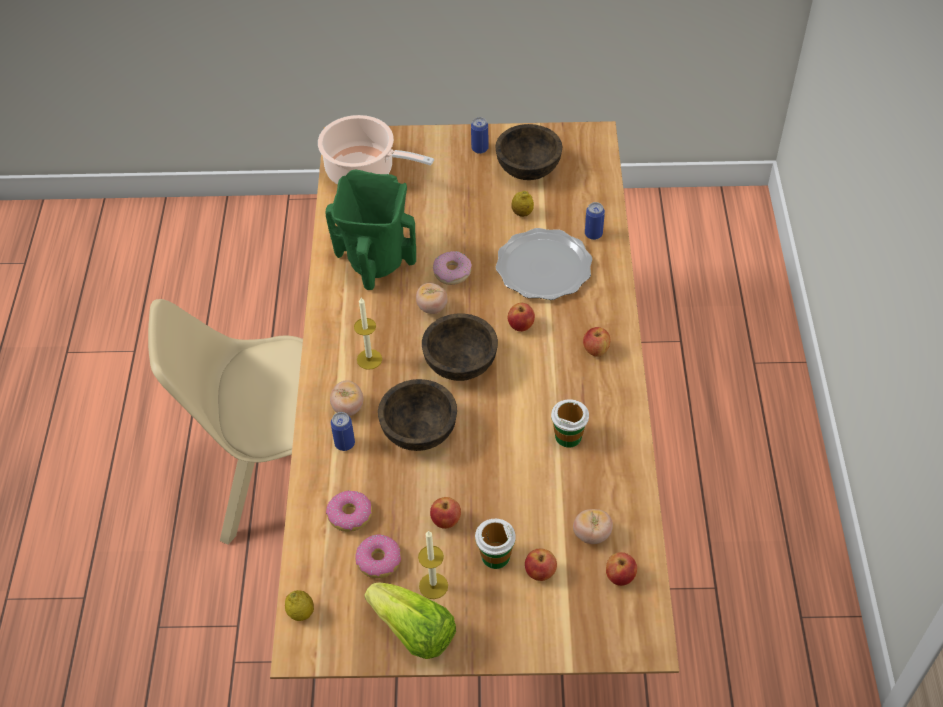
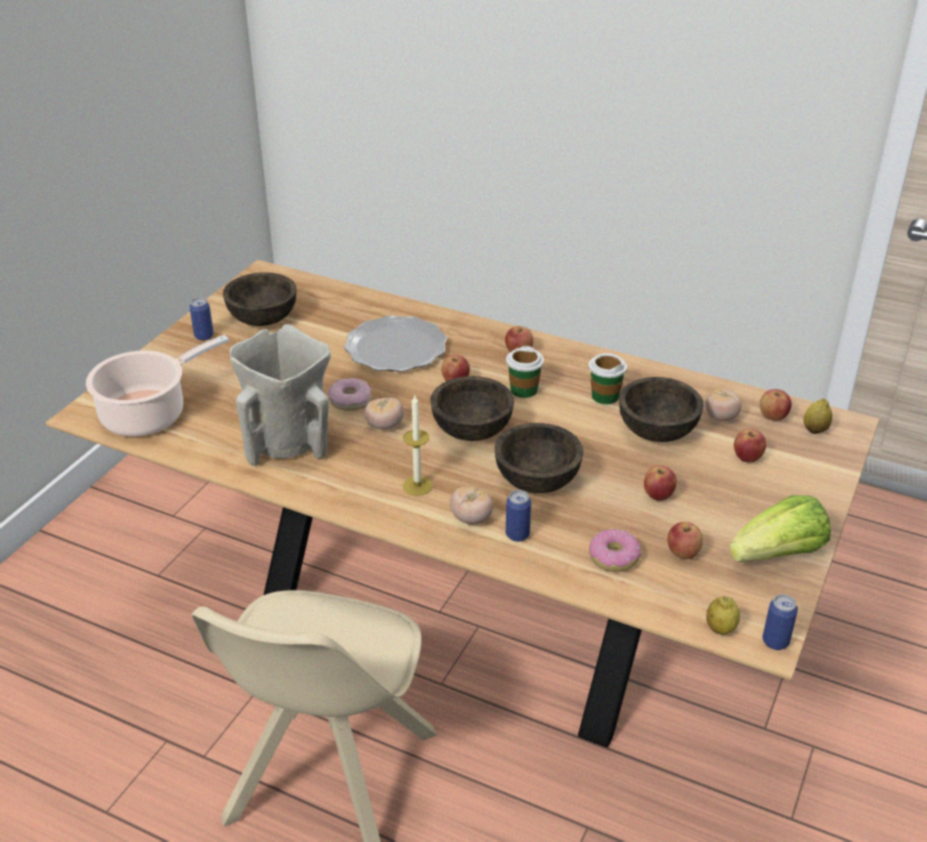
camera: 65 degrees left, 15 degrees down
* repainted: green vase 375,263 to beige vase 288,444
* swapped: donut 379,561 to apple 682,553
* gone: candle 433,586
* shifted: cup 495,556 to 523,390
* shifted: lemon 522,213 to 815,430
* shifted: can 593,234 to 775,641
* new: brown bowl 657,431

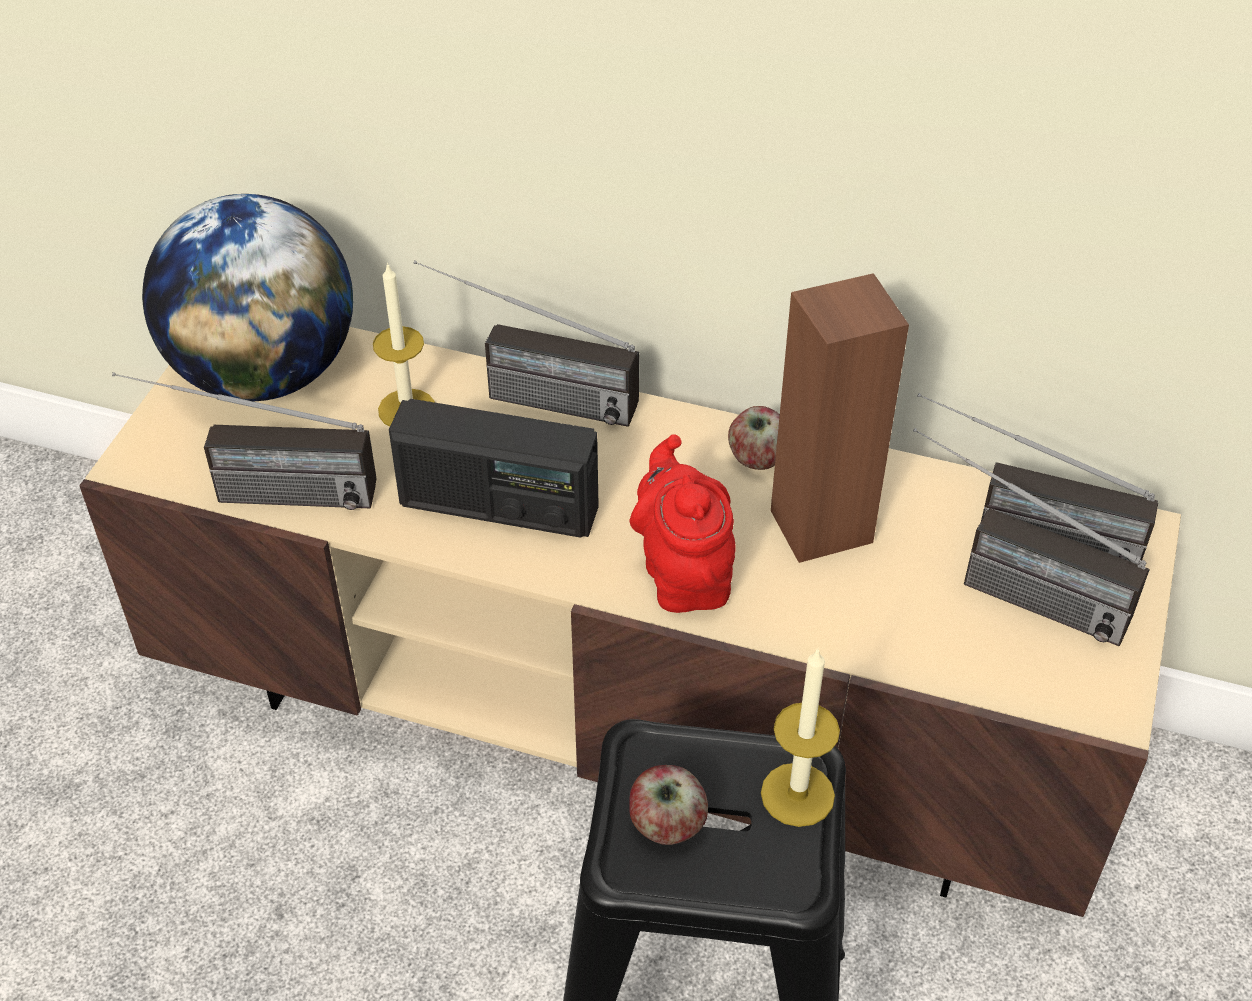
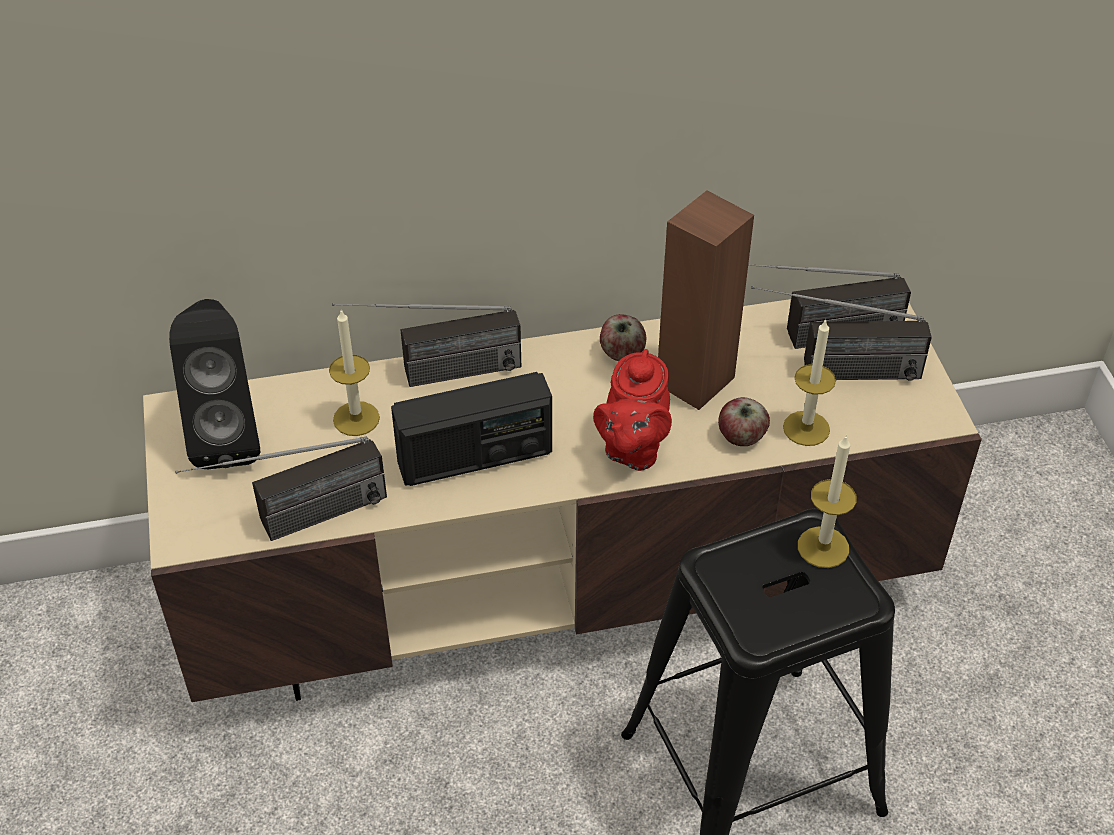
camera: 30 degrees left, 0 degrees up
* swapped: globe 265,373 to black speaker 228,436
* rotated: red teapot 684,573 = 632,448 120 degrees counterclockwise
* shifted: apple 666,825 to 741,437
* new: candle 806,428

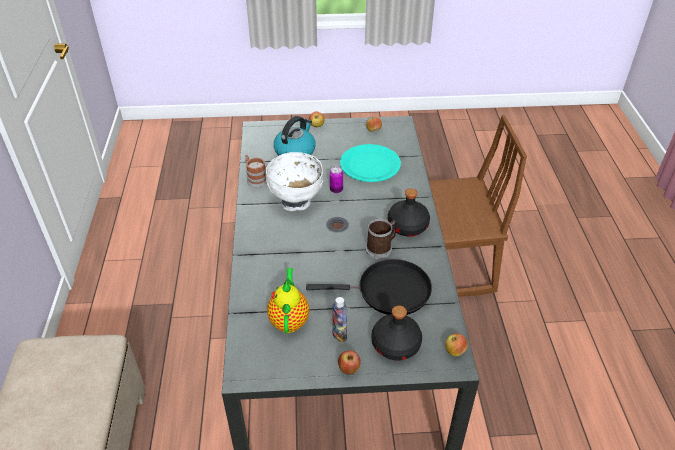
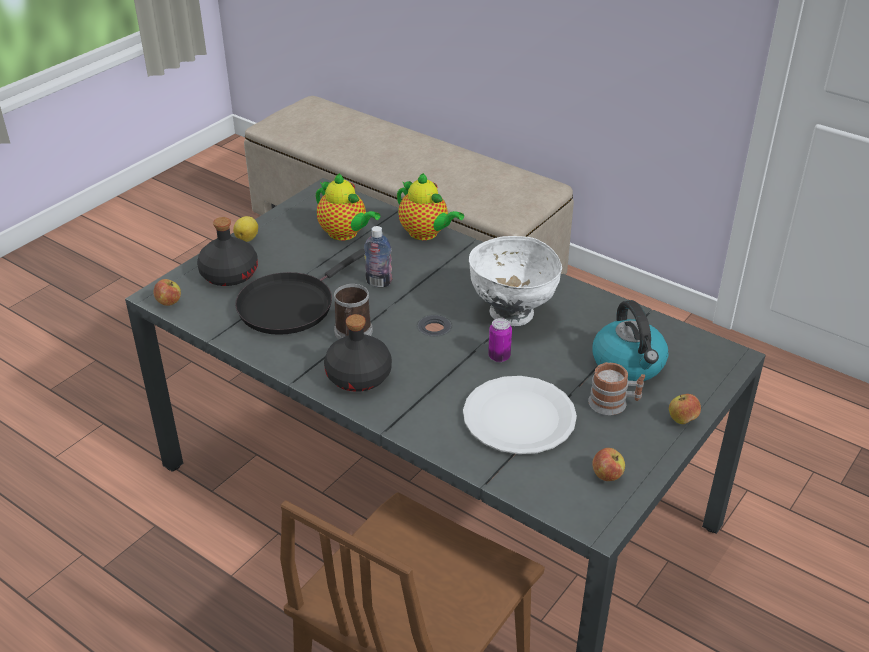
camera: 130 degrees right, 5 degrees down
* shifted: mug 255,179 to 614,403
* shifted: bottle 339,334 to 379,283
* swapped: apple 349,370 to lemon 247,238
* repainted: turquoise plate 370,164 to white plate 519,417
* new: teapot 426,234

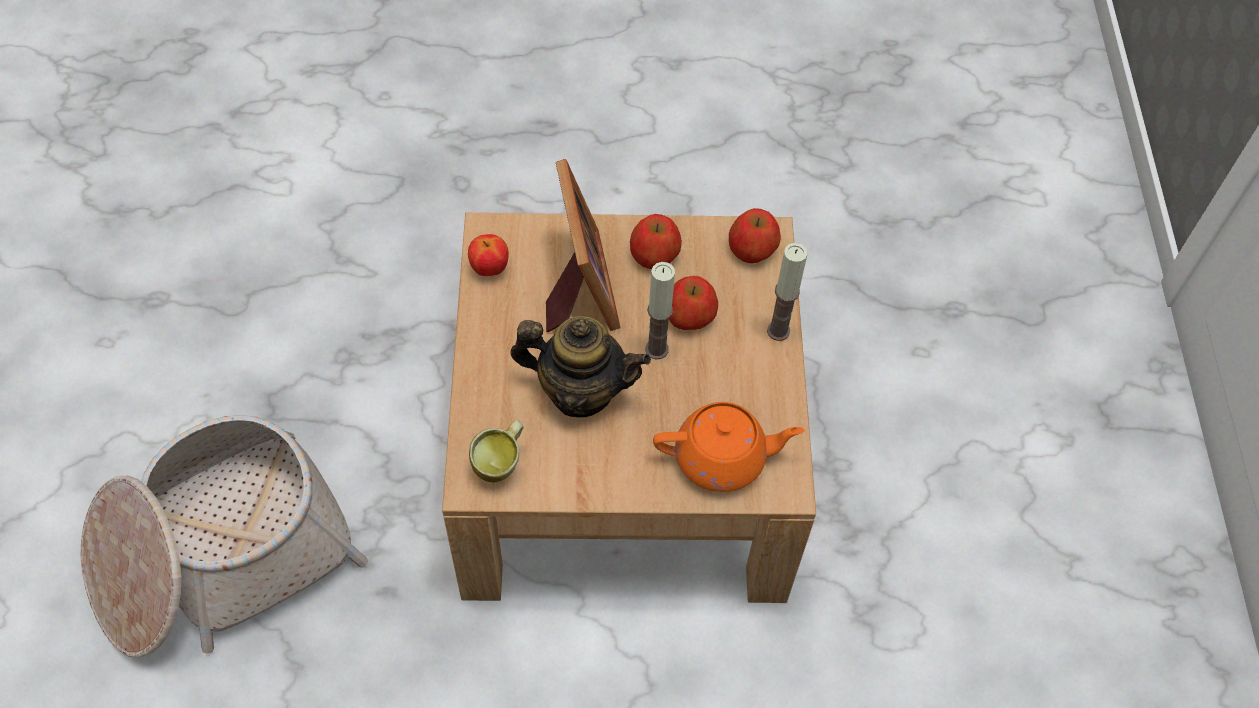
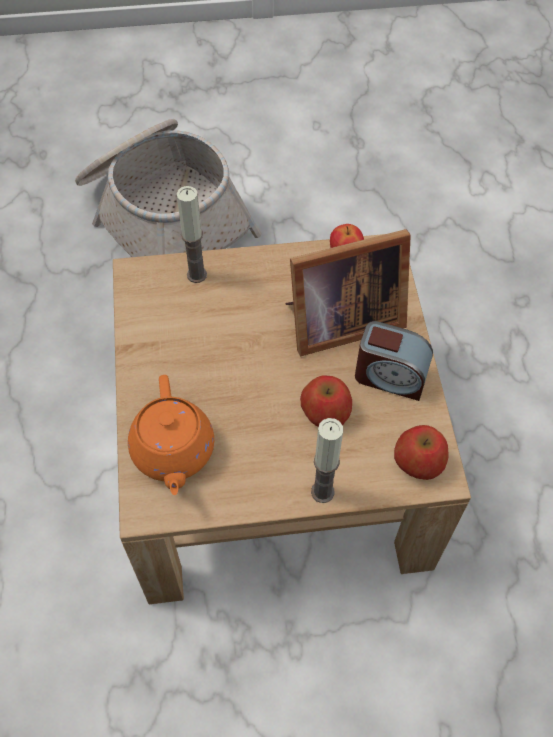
camera: 85 degrees right, 0 degrees up
* gone: mug 500,465
* gone: teapot 580,390
* swapped: apple 654,254 to alarm clock 390,376
* shifted: candle 656,349 to 196,274

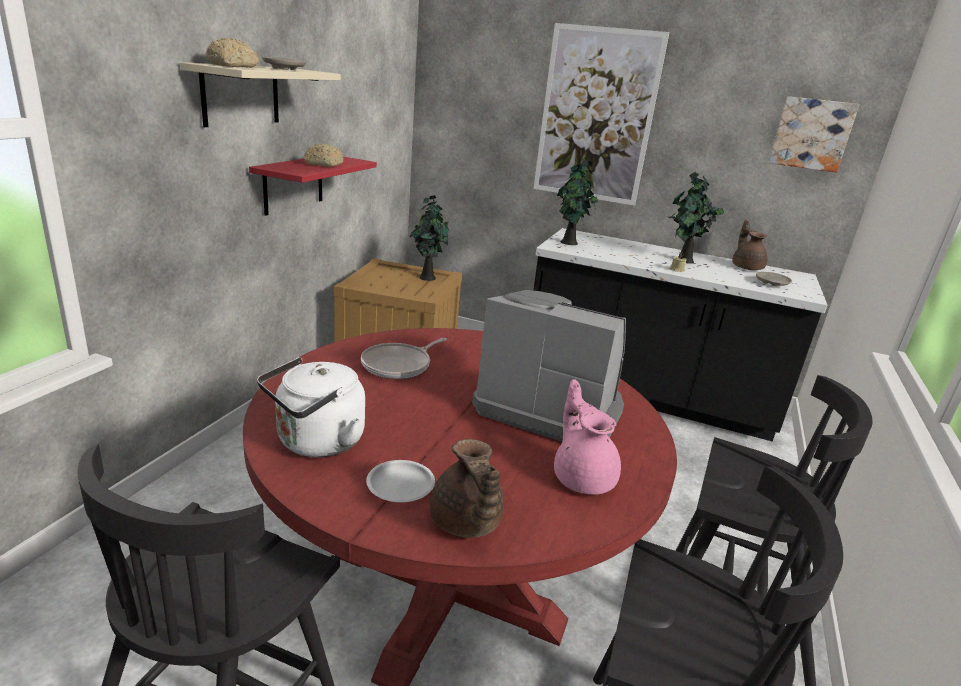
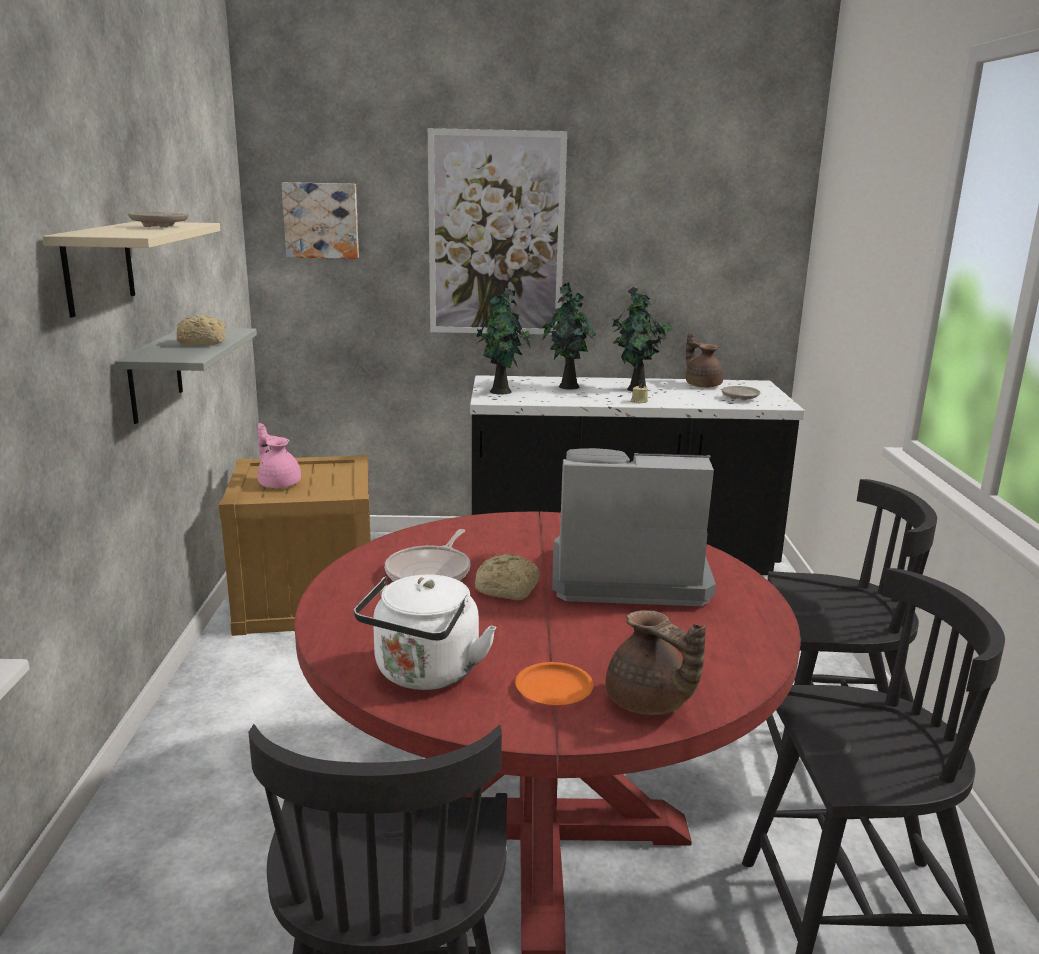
camera: 20 degrees left, 5 degrees down
* shifted: bread 232,66 to 508,589
* repainted: red shelf 293,184 to grey shelf 155,374
* repainted: white plate 400,485 to orange plate 554,689
* shifted: potted plant 426,277 to 567,386
* shifted: pink teapot 582,477 to 279,483
* shifted: picture 811,134 to 321,220

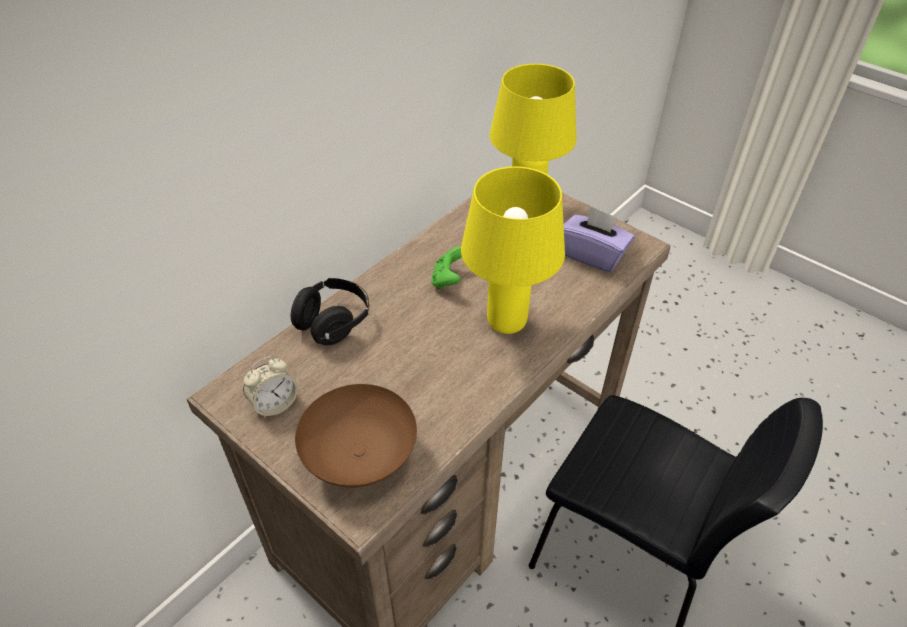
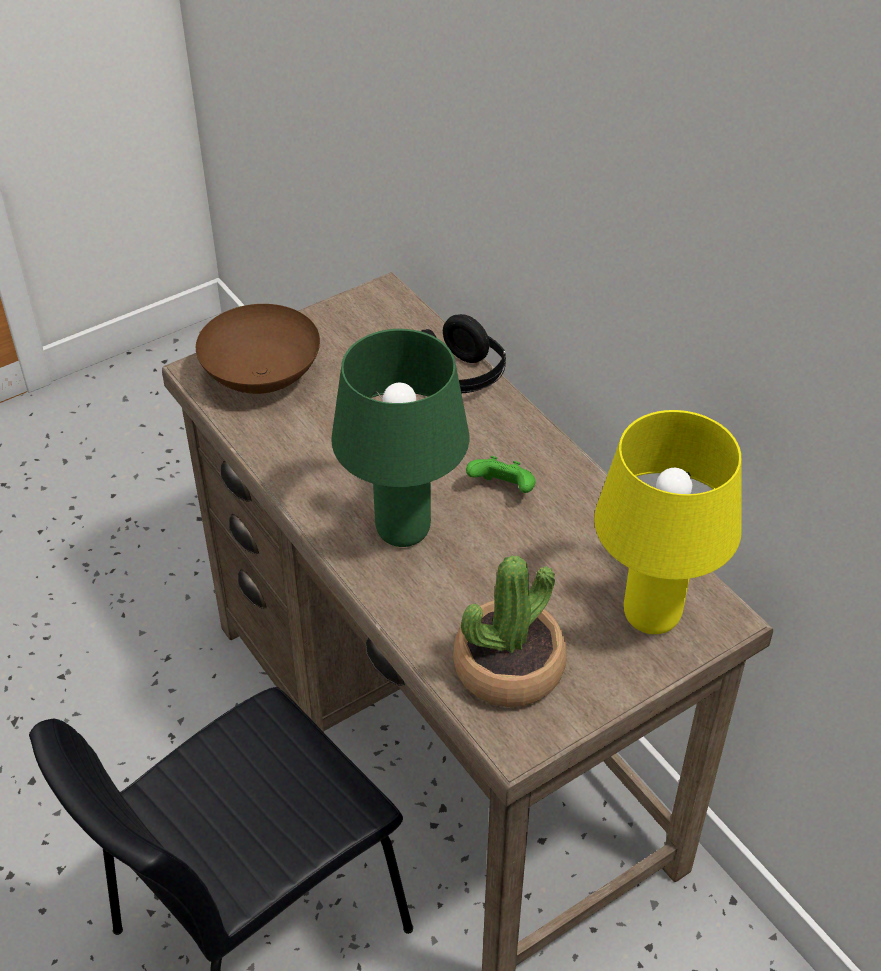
camera: 105 degrees right, 0 degrees up
* gone: alarm clock 274,404
* repainted: yellow table lamp 505,322 to green table lamp 404,530
* swapped: purple tissue box 593,255 to potted plant 508,667

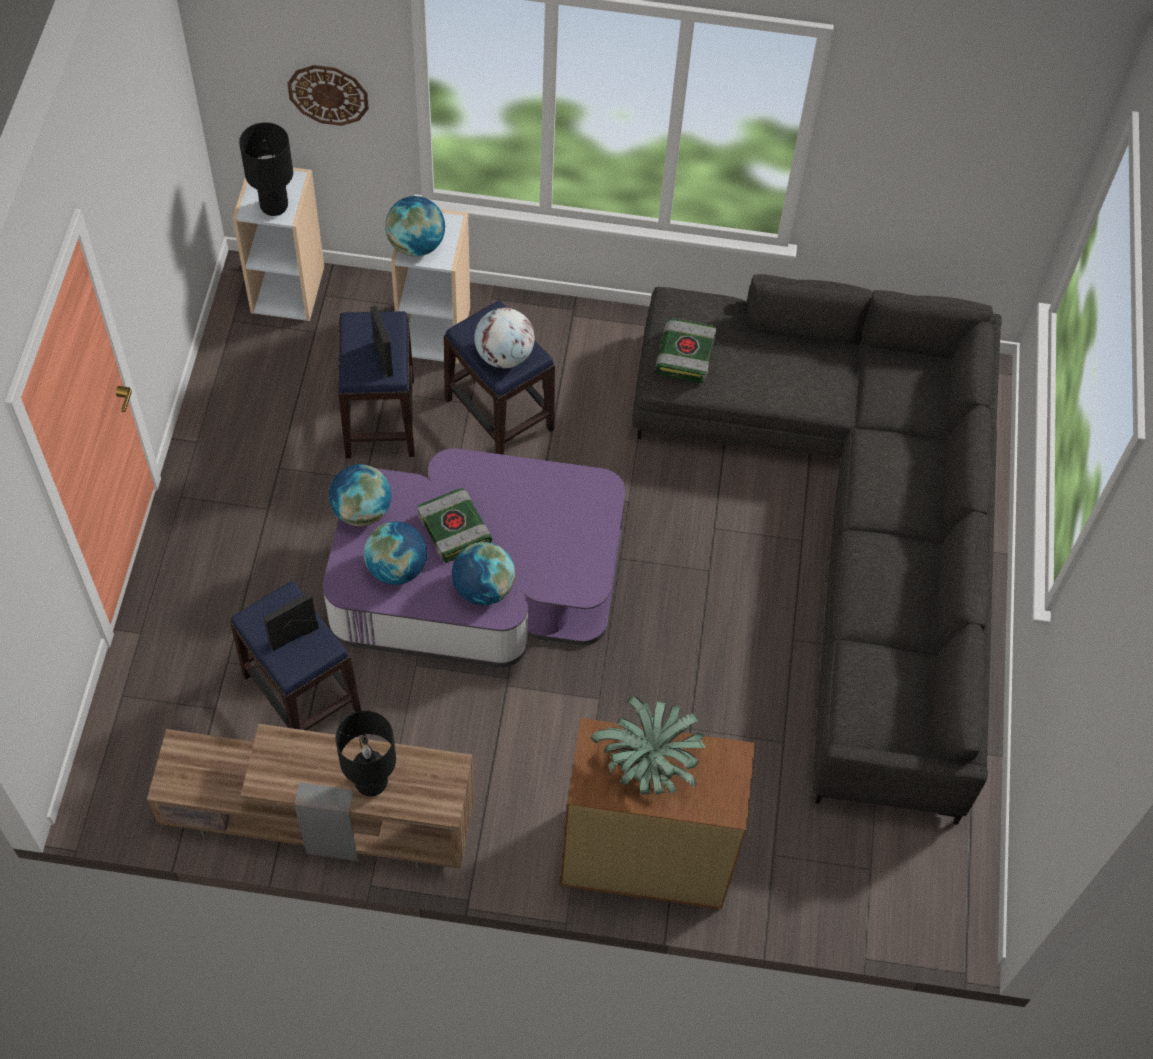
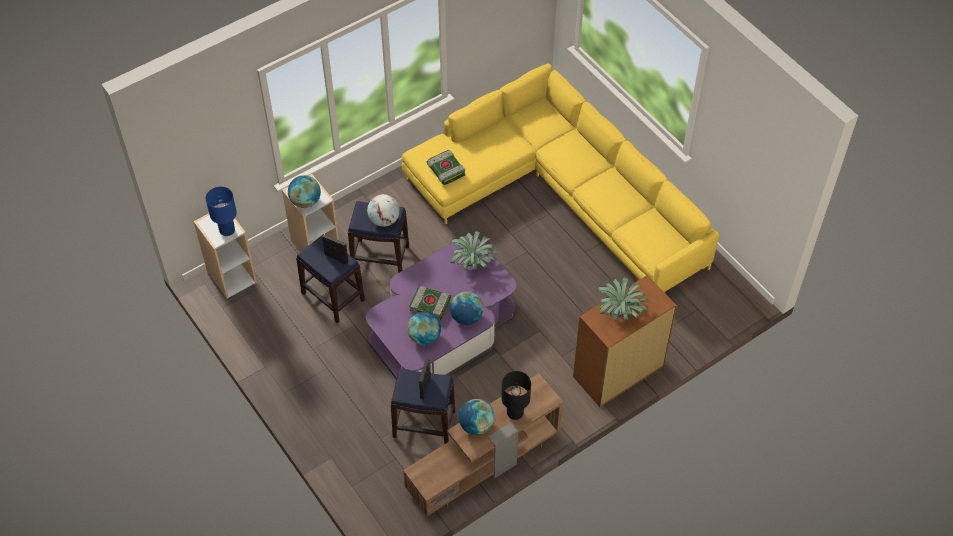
camera: 40 degrees left, 5 degrees down
* repainted: black table lamp 275,208 to blue table lamp 227,231
* gone: wall clock 328,94
* shifted: globe 362,511 to 476,425
* repainted: grey sofa 848,520 to yellow sofa 558,192
* new: potted plant 473,261

